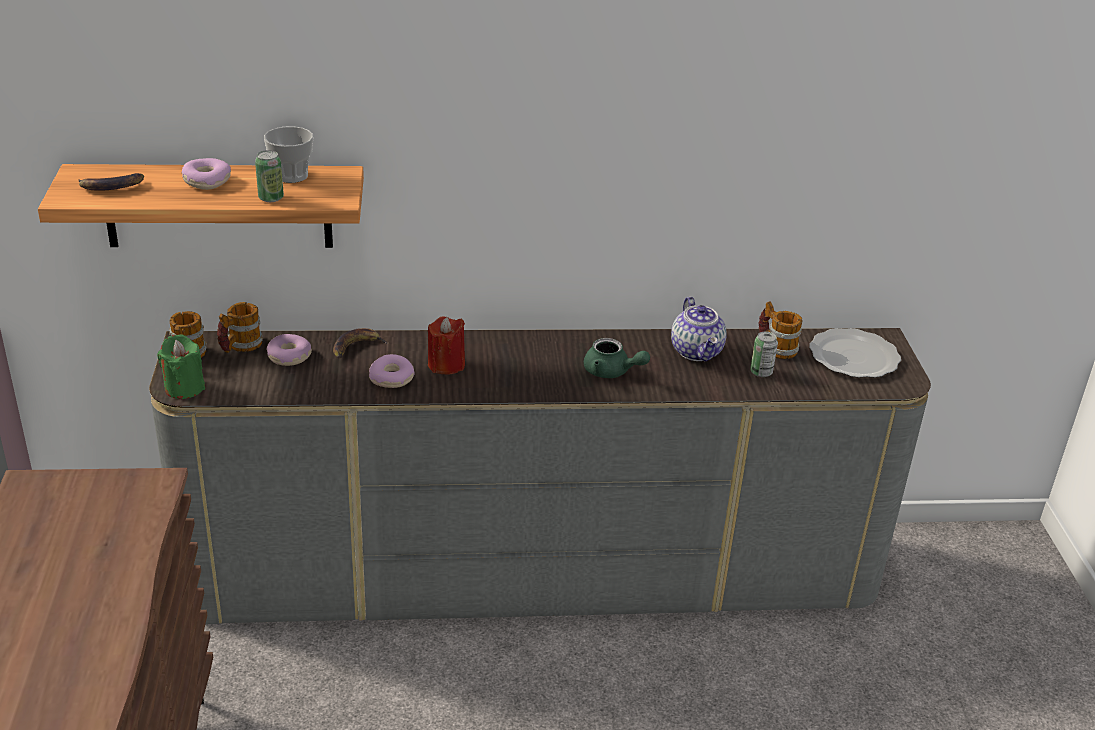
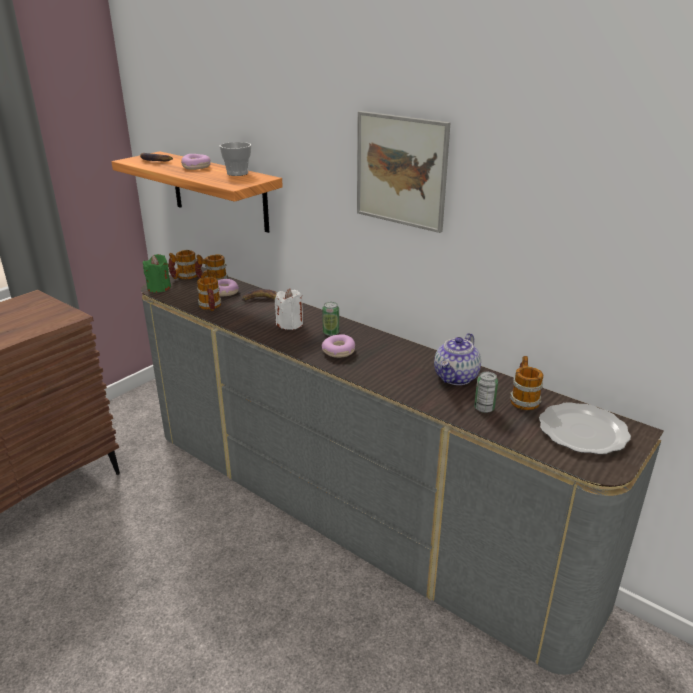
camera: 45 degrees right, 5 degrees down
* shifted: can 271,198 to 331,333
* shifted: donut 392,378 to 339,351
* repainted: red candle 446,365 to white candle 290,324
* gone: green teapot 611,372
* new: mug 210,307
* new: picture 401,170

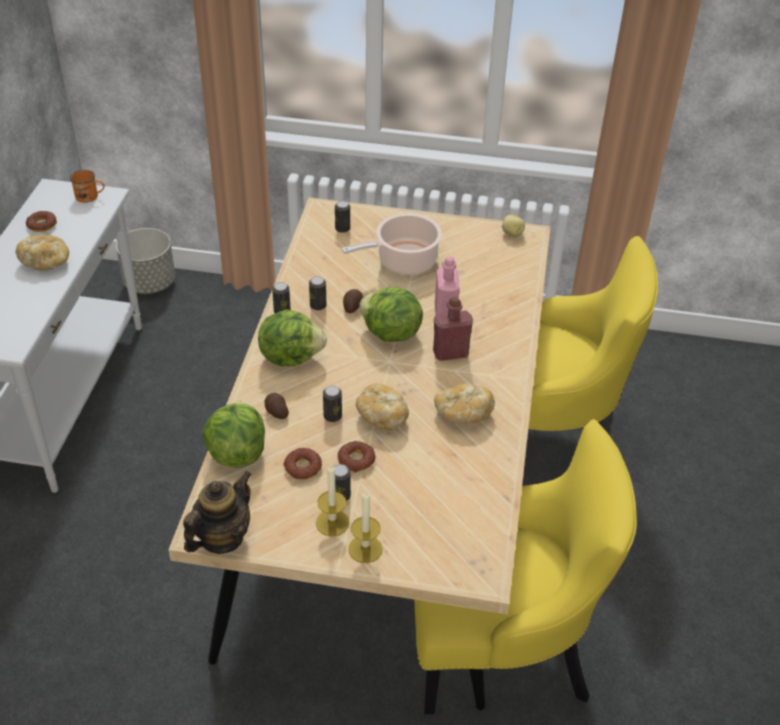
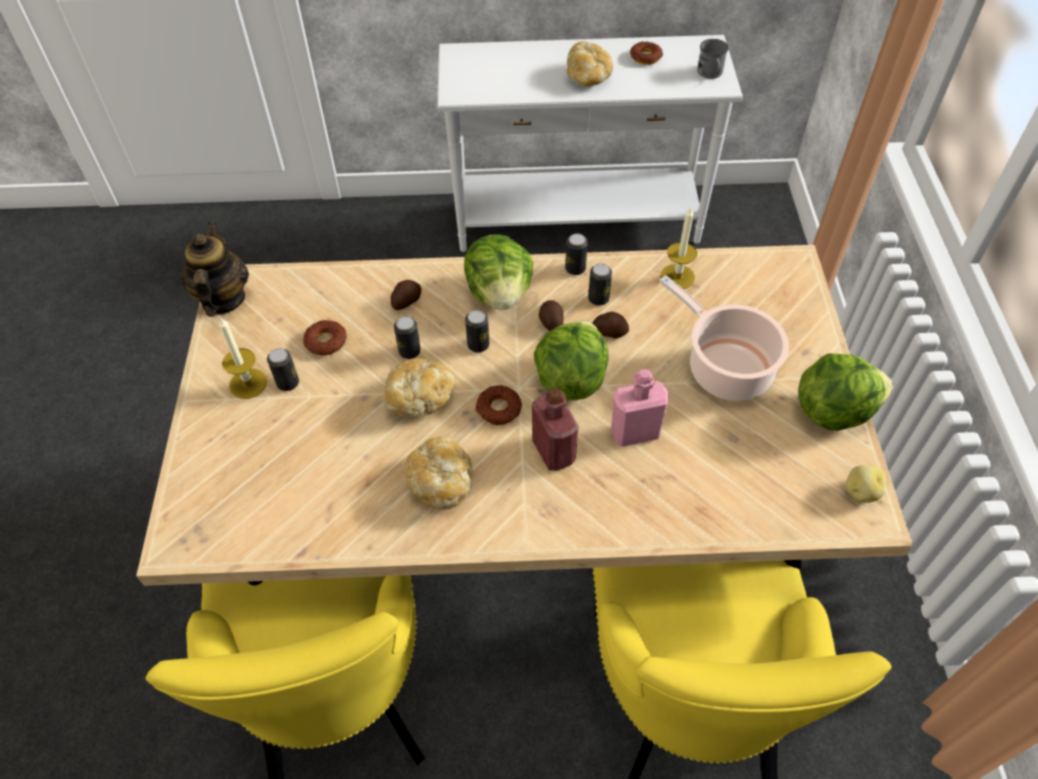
camera: 80 degrees right, 10 degrees up
* repainted: orange mug 90,196 to grey mug 711,74
* gone: grey planter 149,283
* rotated: teapot 221,538 = 223,299 120 degrees counterclockwise
* shifted: lettuce 236,453 to 832,410
* shifted: can 342,229 to 478,345
* shifted: donut 356,460 to 498,409
* shifted: candle 365,549 to 677,276
* new: potato 551,323

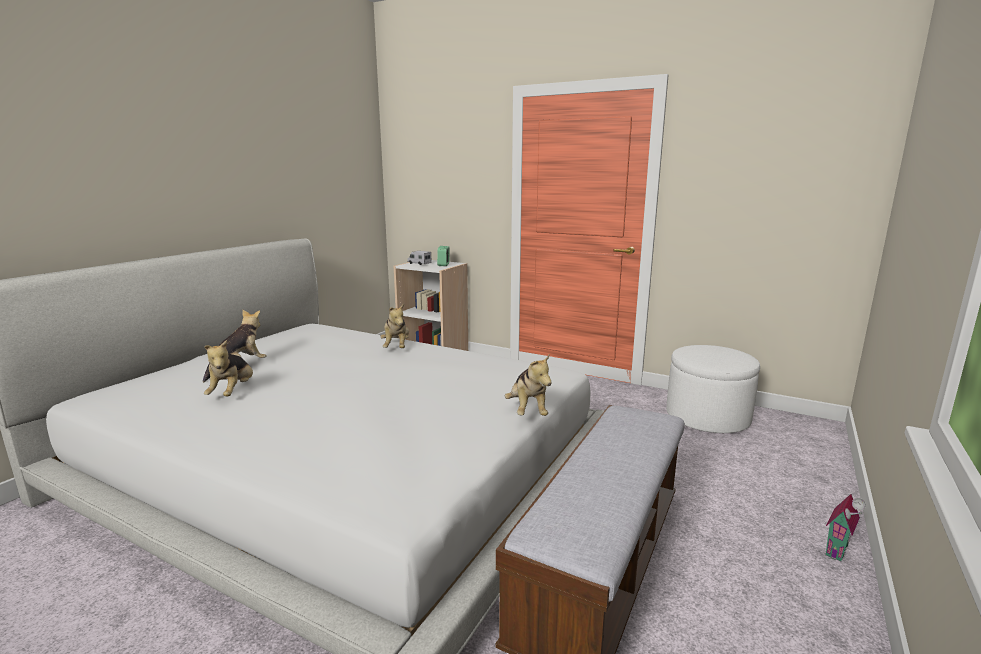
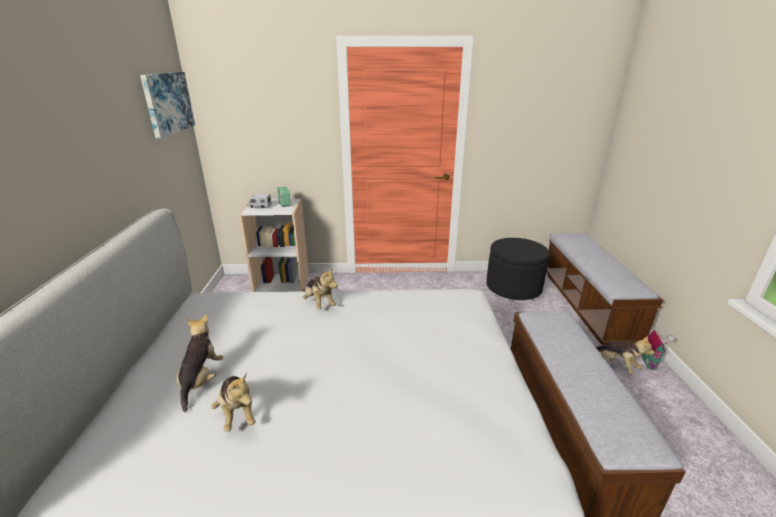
camera: 30 degrees left, 10 degrees up
* shifted: plush toy 527,411 to 616,365
* repainted: white ottoman 707,417 to black ottoman 513,287
* new: picture 167,103
* new: bench 586,305

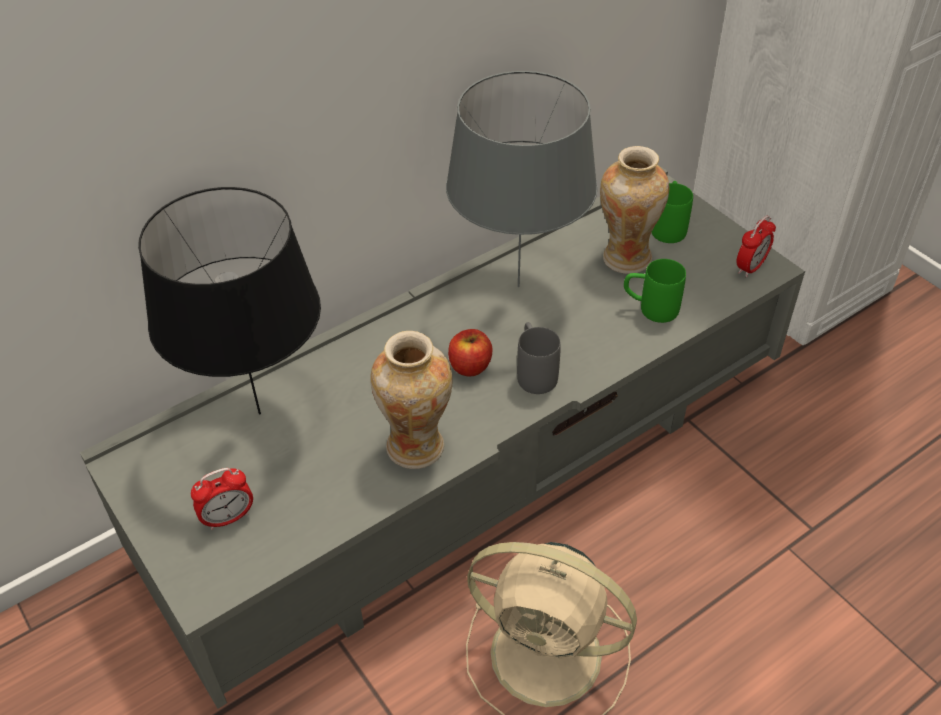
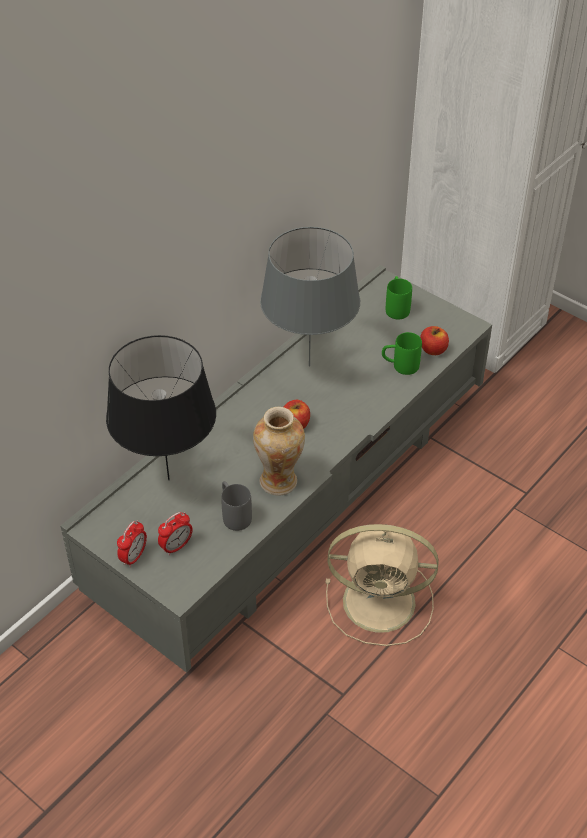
camera: 15 degrees left, 0 degrees up
* shifted: grey mug 534,372 to 234,514
* gone: vase 626,258
* shifted: alarm clock 750,267 to 133,557
* new: apple 433,350

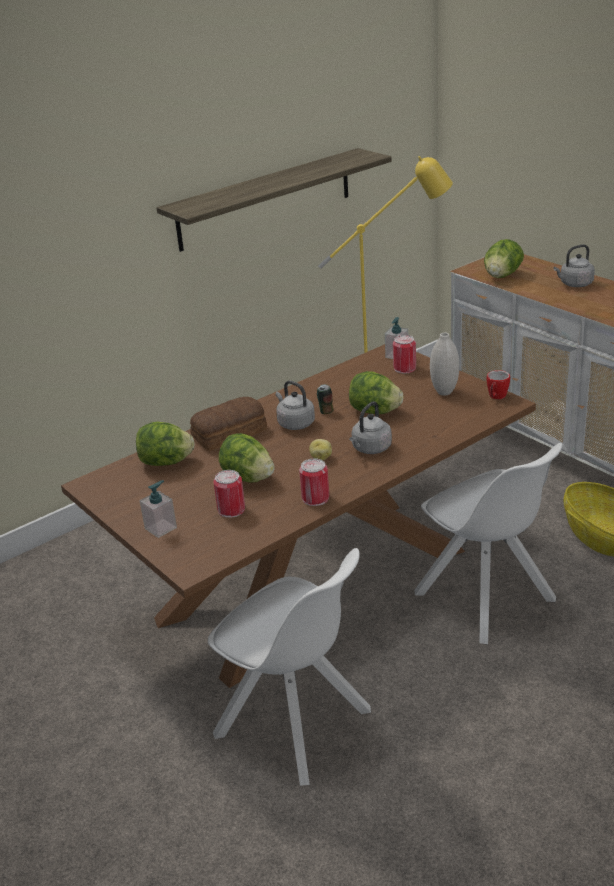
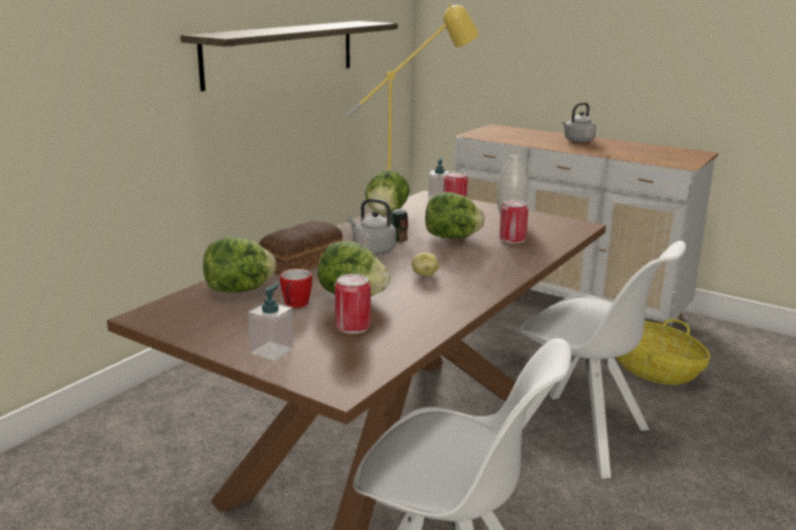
camera: 20 degrees left, 10 degrees down
* shifted: can 315,498 to 512,239
* gone: grey kettle 370,449
* shifted: lettuce 502,276 to 386,213
* shifted: mug 496,397 to 295,305

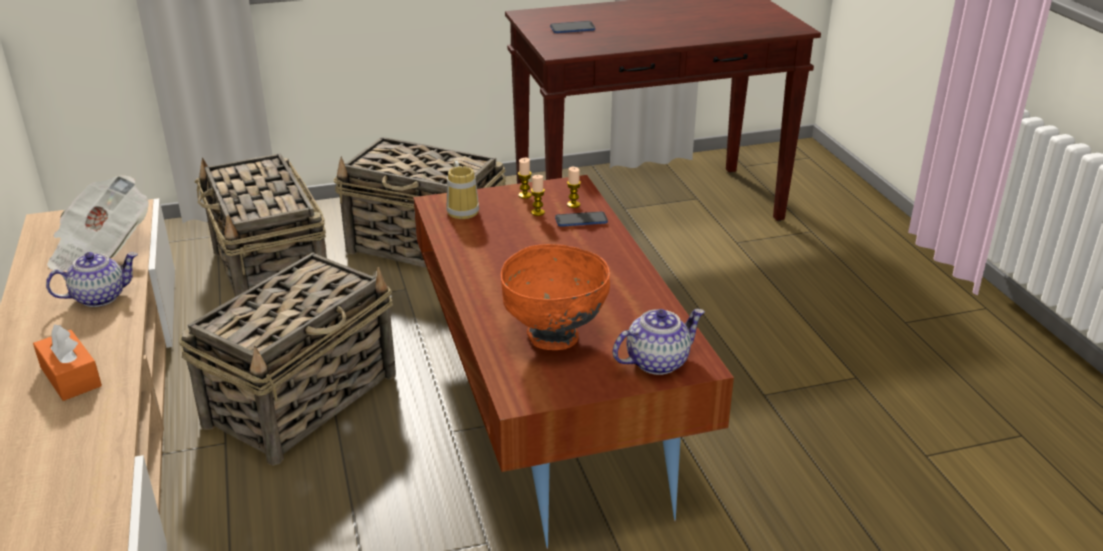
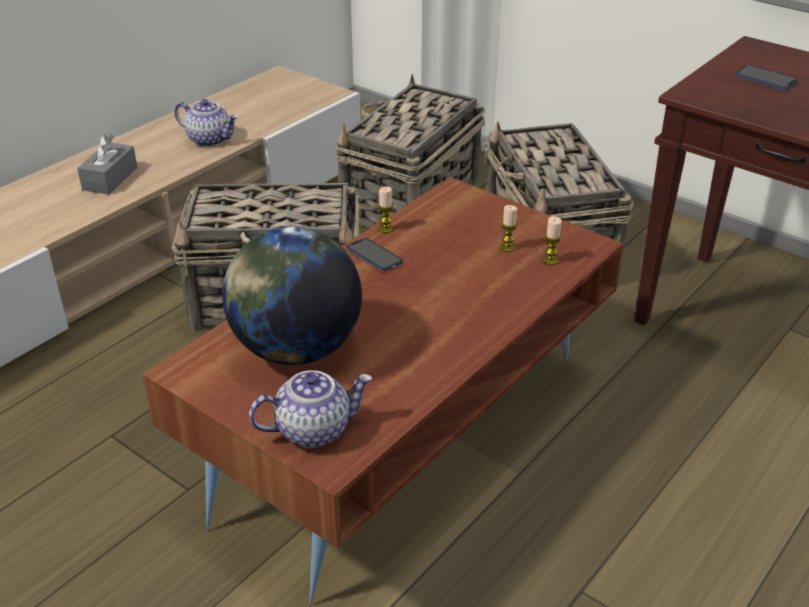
camera: 55 degrees right, 5 degrees up
* repainted: orange tissue box 71,377 to grey tissue box 110,178
* gone: newspaper 101,249
* gone: mug 463,210
* swapped: orange bowl 554,337 to globe 296,349
* shifted: candle 524,195 to 385,229
* shifted: phone 581,220 to 374,256
* rotated: teapot 657,361 = 314,429 45 degrees counterclockwise

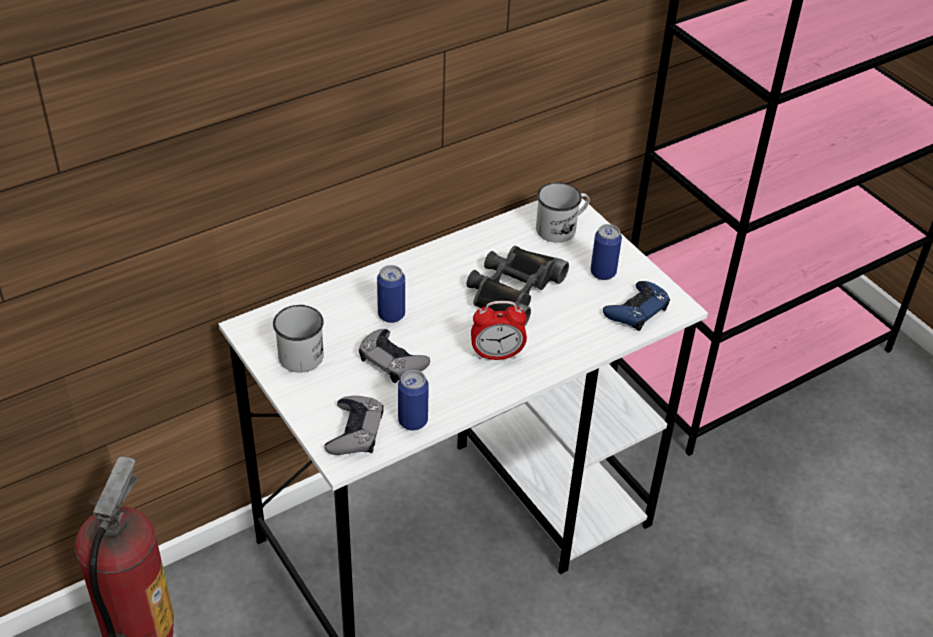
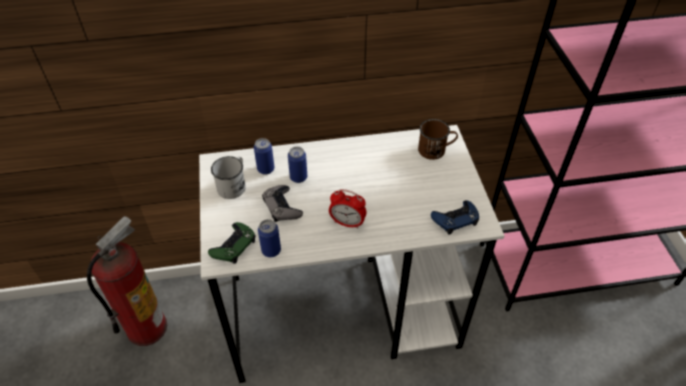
camera: 25 degrees right, 5 degrees up
* repainted: grey game controller 355,431 to green game controller 233,246
* gone: black binoculars 512,290
* repainted: white mug 561,228 to brown mug 436,150
* shifted: can 603,273 to 265,169

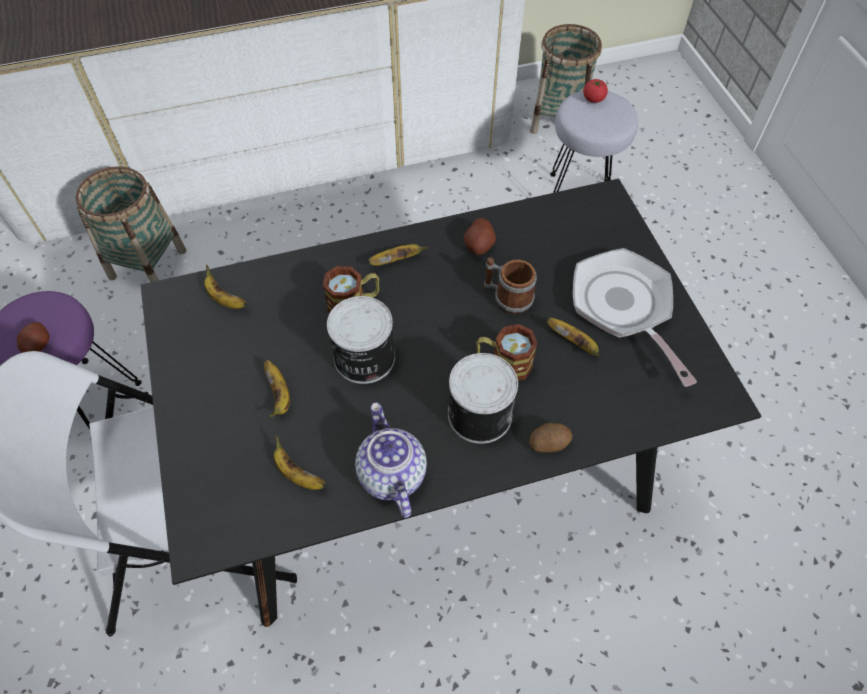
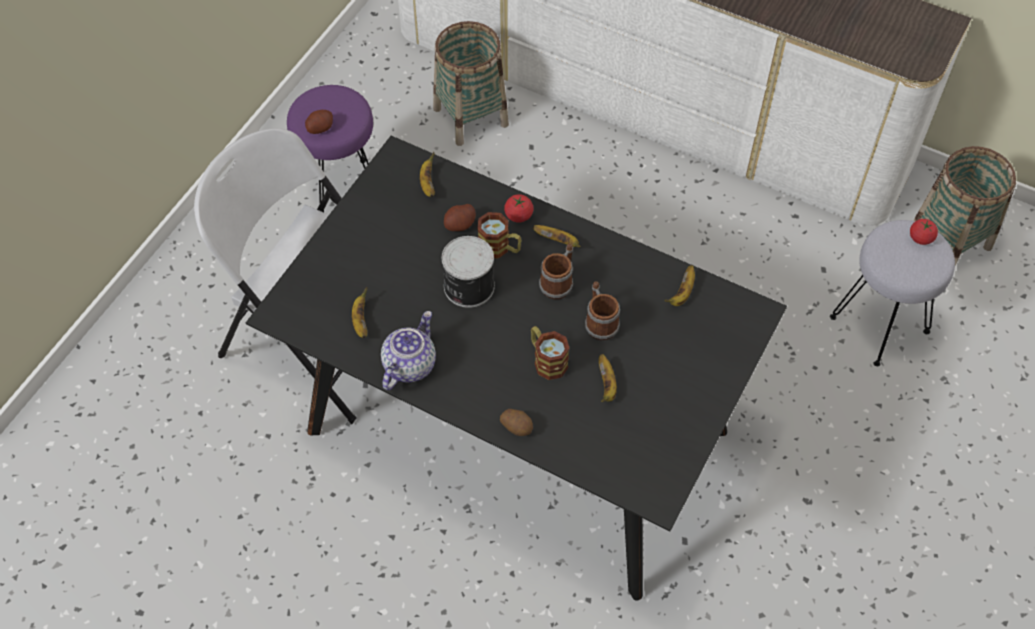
camera: 45 degrees right, 0 degrees up
* shifted: banana 279,395 to 682,293
* gone: can 478,413
* shifted: potato 479,245 to 460,224
* gone: frying pan 624,308
* new: tomato 518,215
* new: mug 559,282

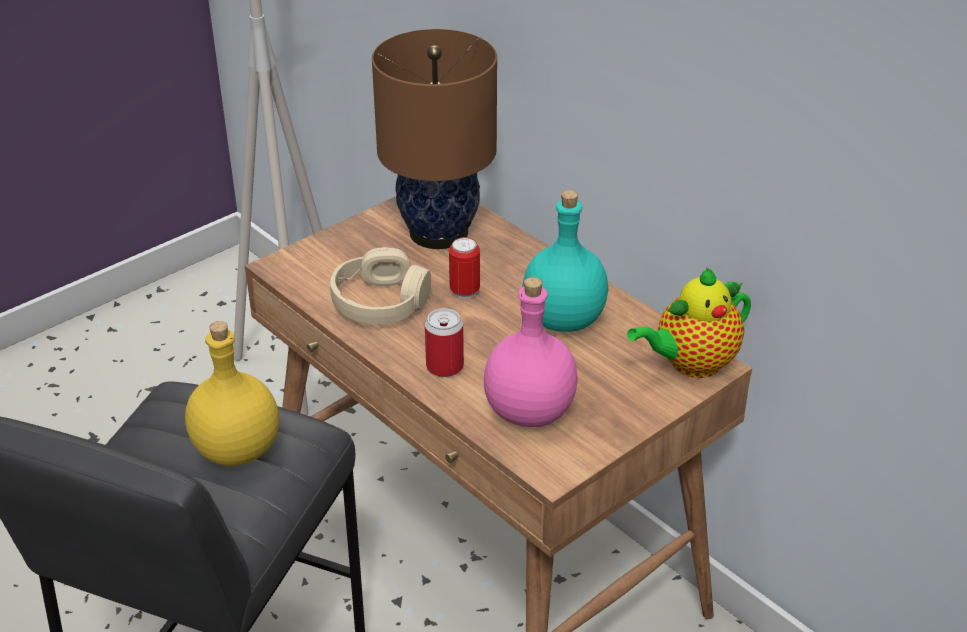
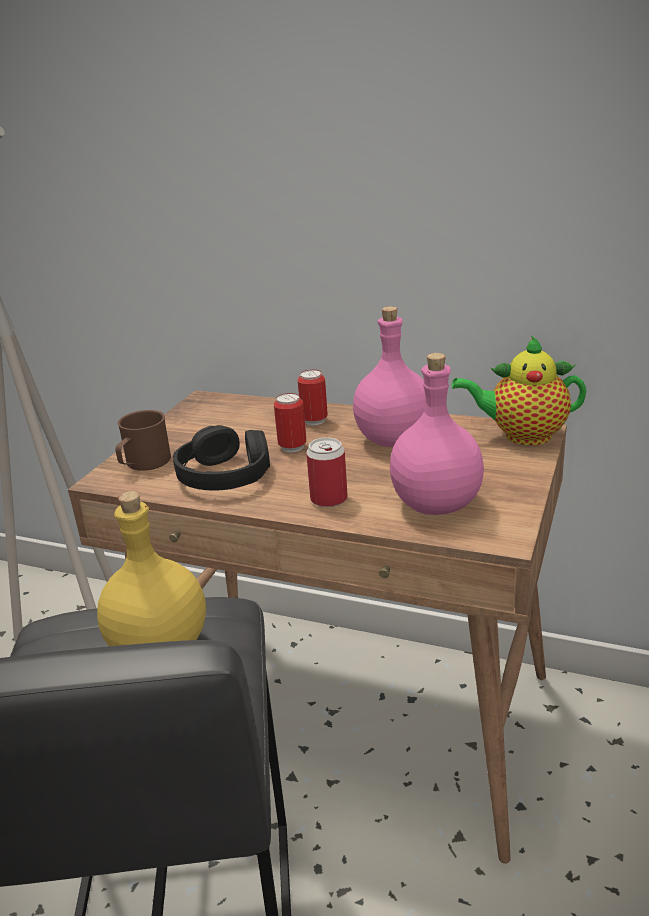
camera: 25 degrees left, 10 degrees down
* repainted: beige headphones 380,302 to black headphones 225,475
* gone: brown table lamp 438,233
* repainted: turquoise bottle 564,319 to pink bottle 393,439
* rotated: teapot 691,364 = 522,436 60 degrees clockwise
* new: brown mug 144,464
* new: can 314,420

